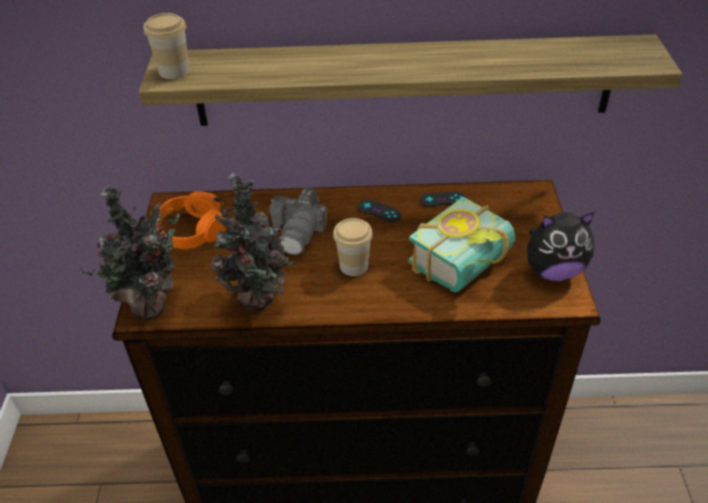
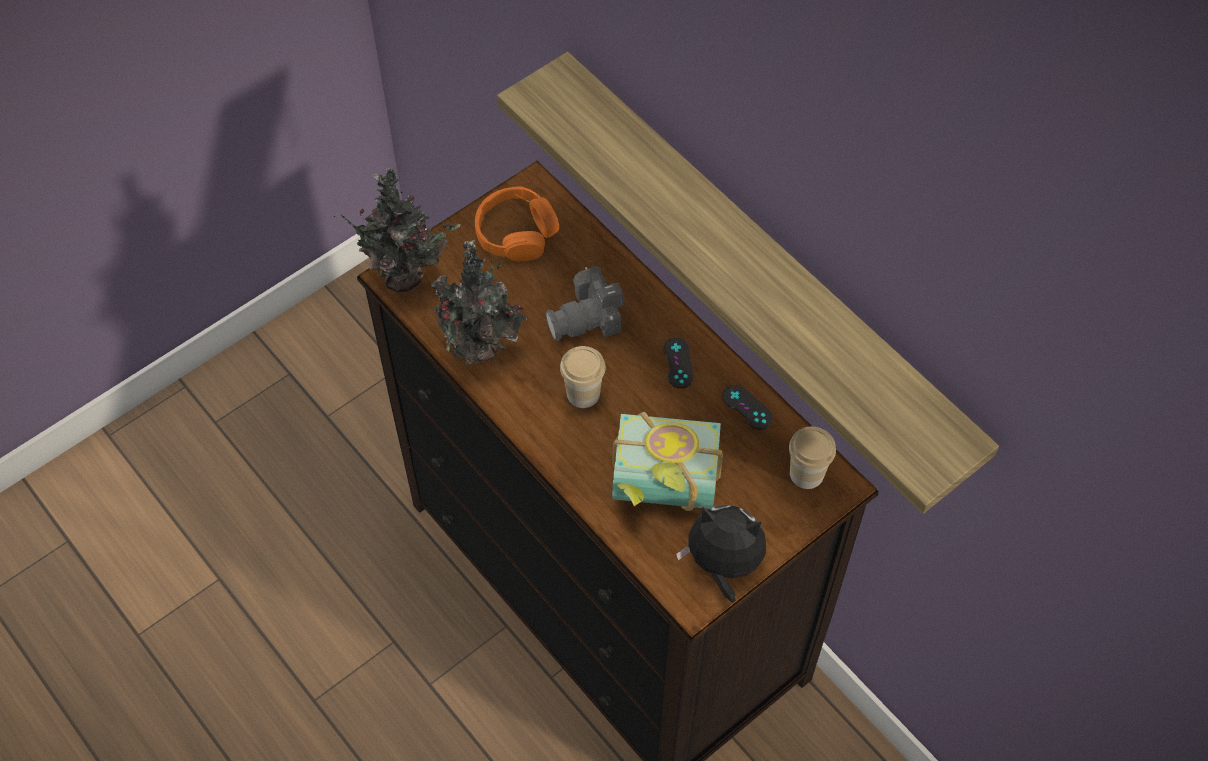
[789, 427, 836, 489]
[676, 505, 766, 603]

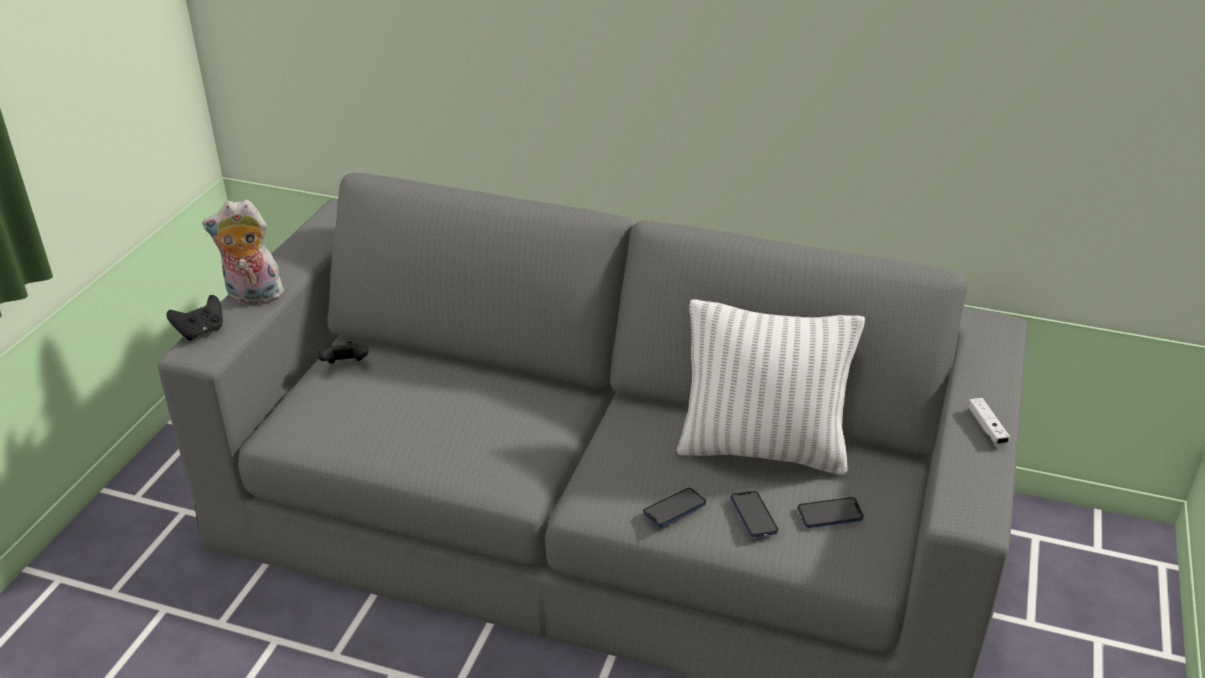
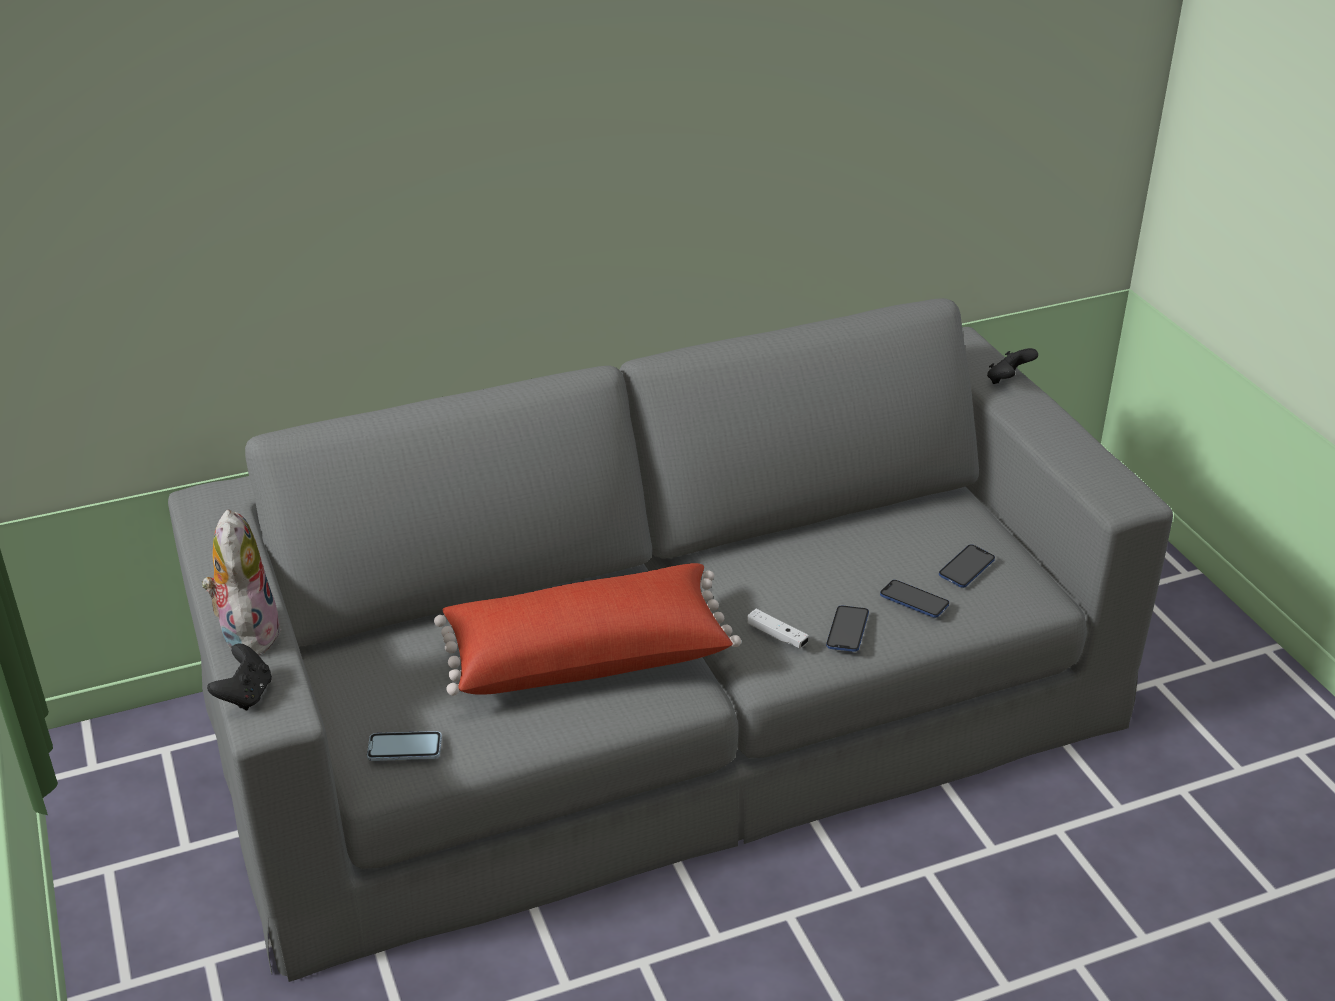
[677, 300, 865, 475] (first image)
[367, 731, 442, 761]
[434, 563, 741, 696]
[987, 348, 1038, 384]
[747, 609, 809, 648]
[202, 509, 281, 655]

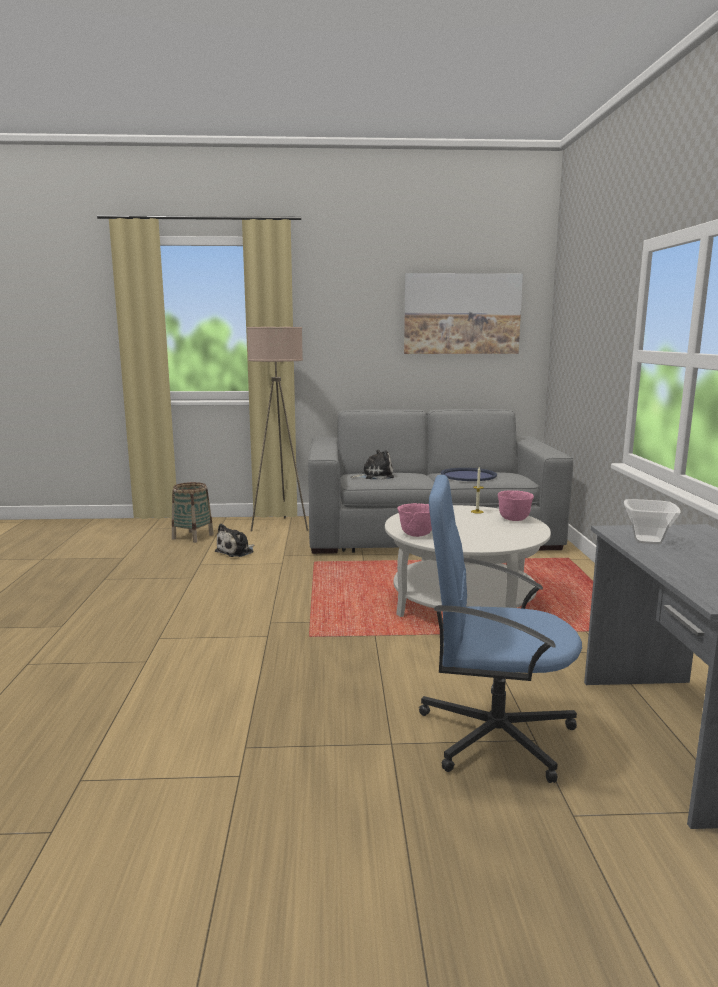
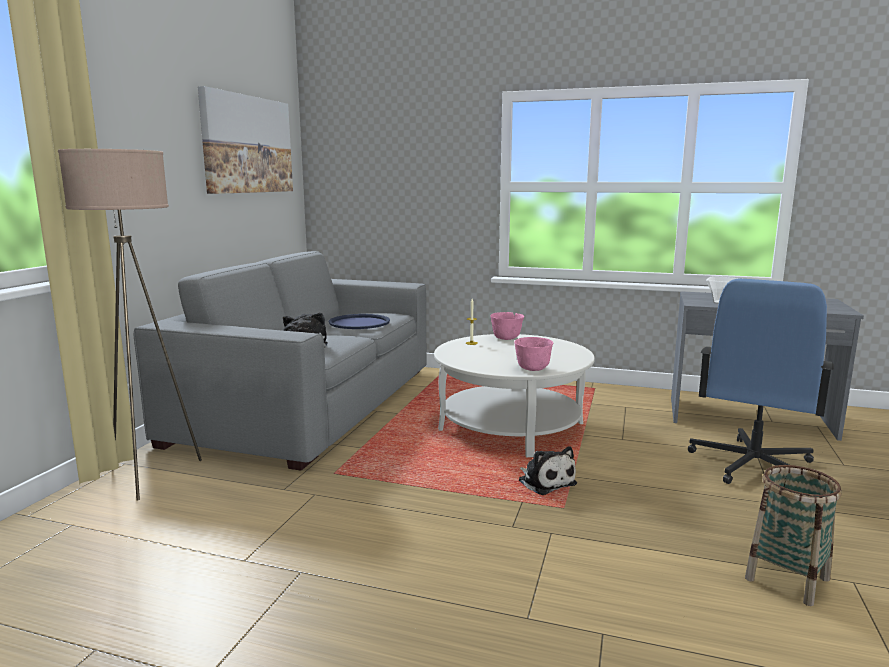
[745, 465, 842, 606]
[519, 446, 577, 495]

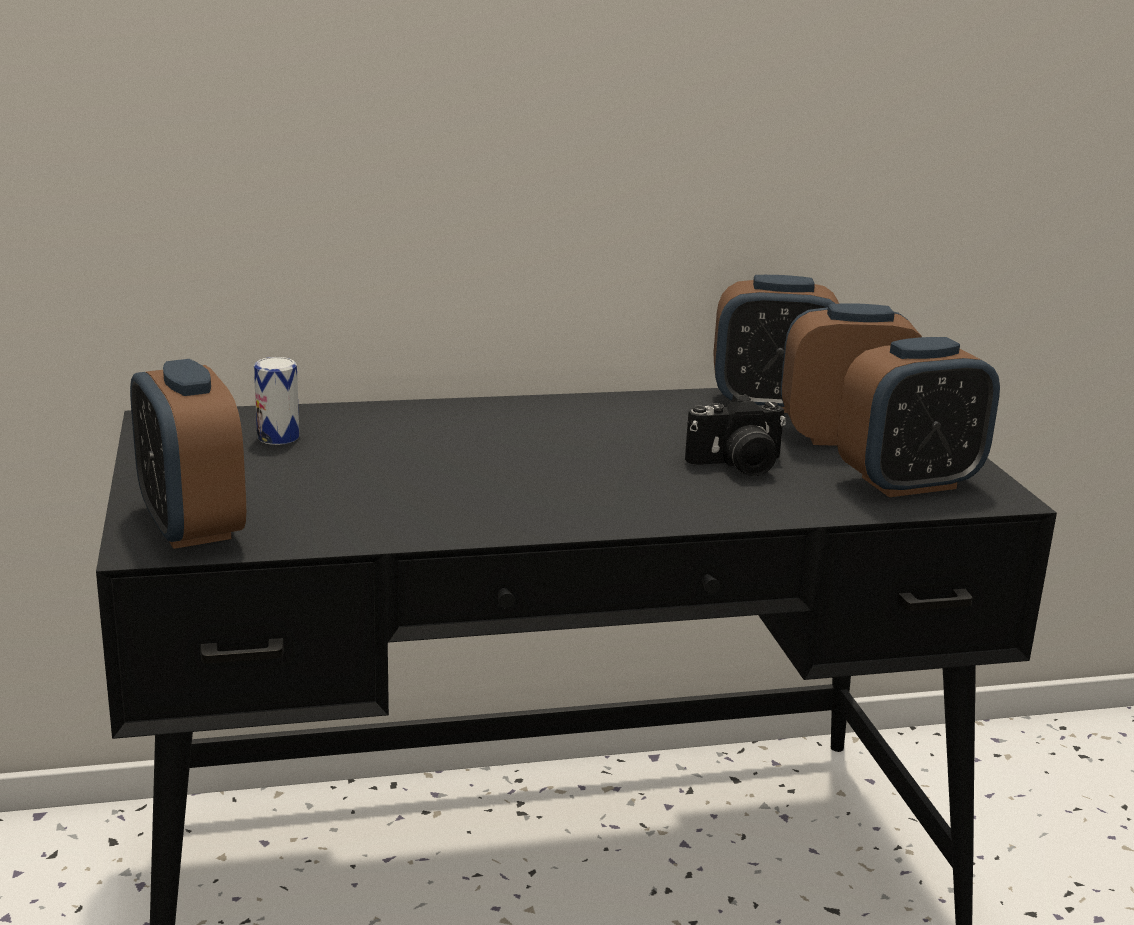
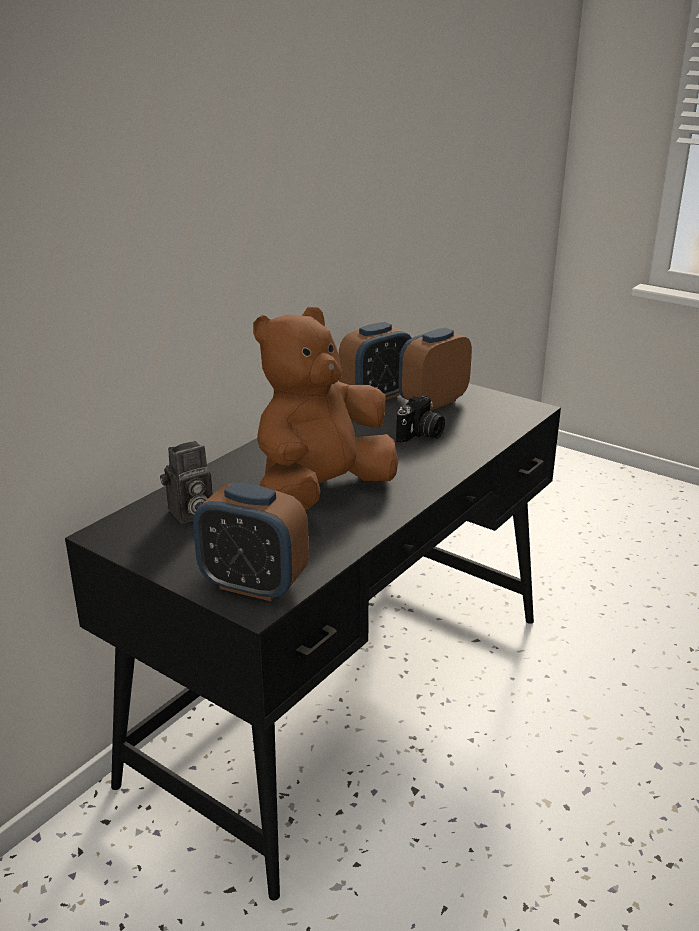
[837, 337, 1000, 497] (first image)
[253, 307, 399, 510]
[160, 441, 213, 524]

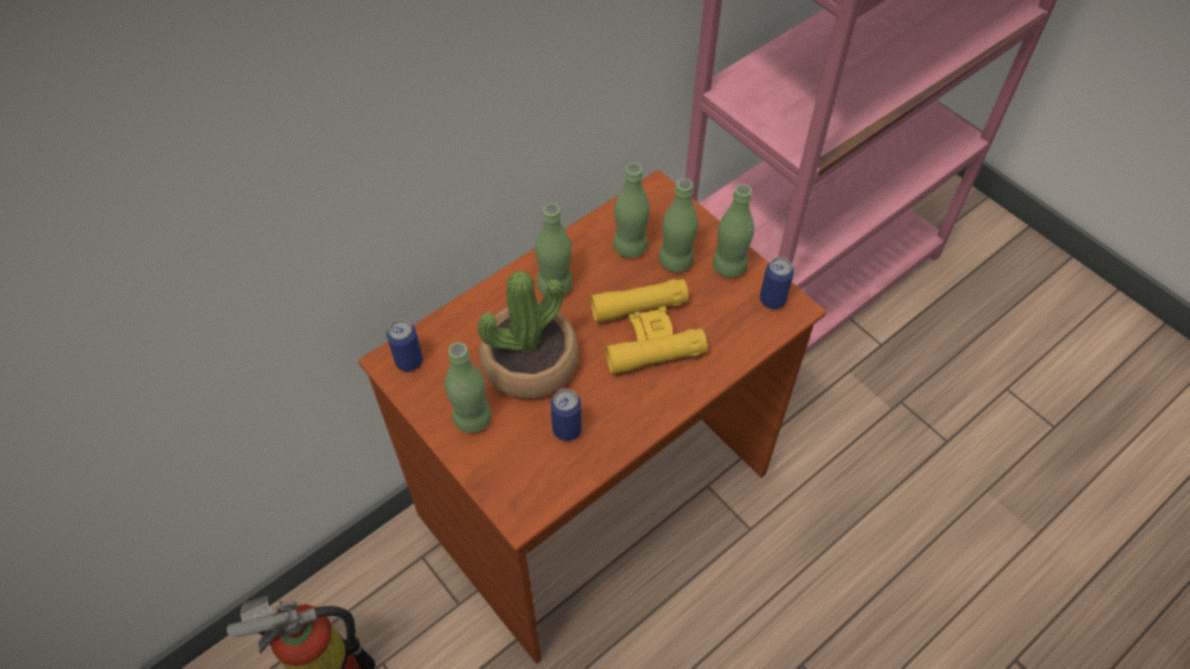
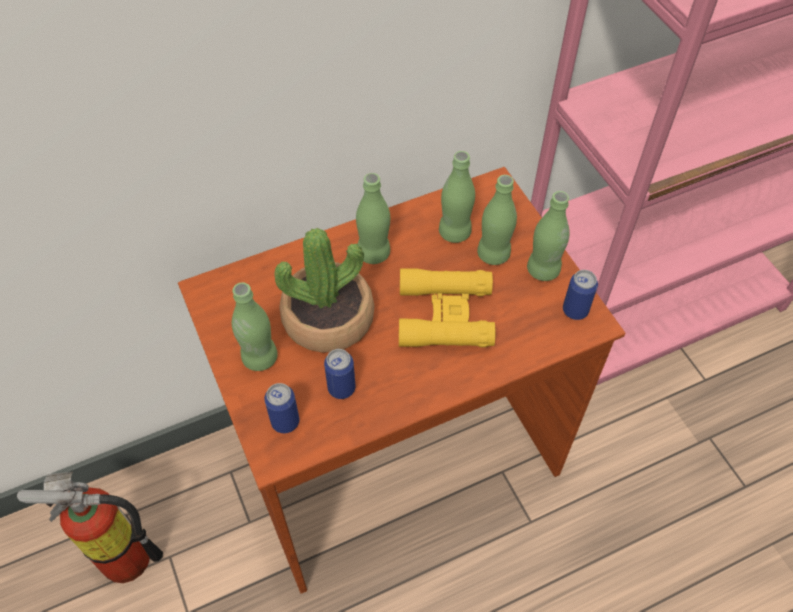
[264, 383, 299, 433]

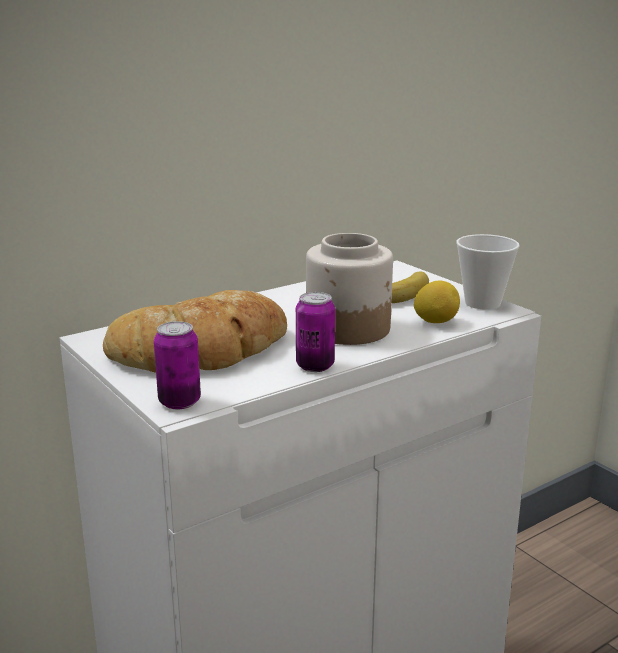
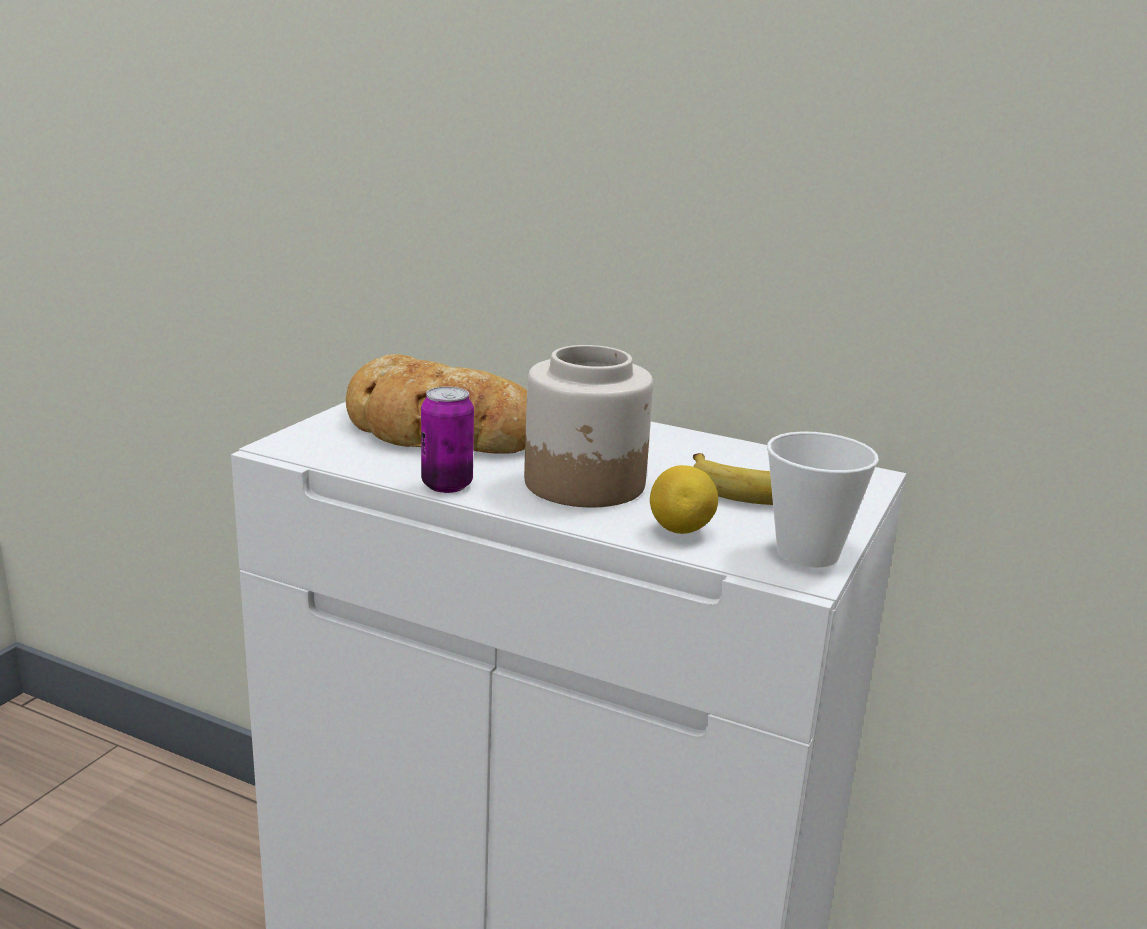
[154, 321, 201, 409] (first image)

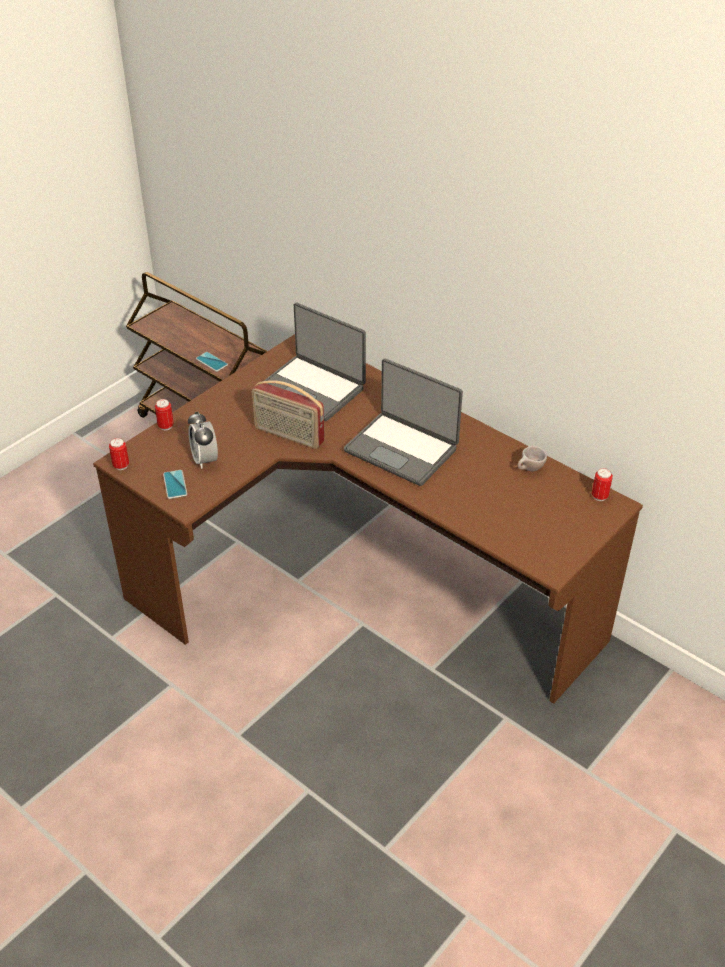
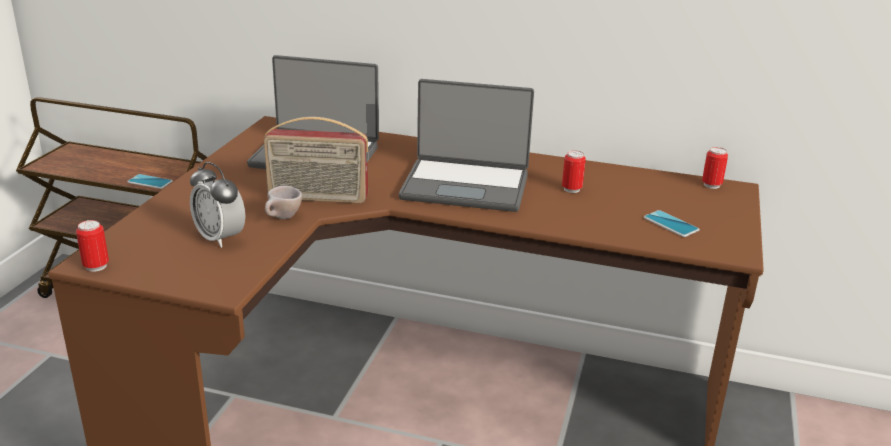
[562, 150, 586, 193]
[644, 210, 699, 237]
[265, 186, 302, 219]

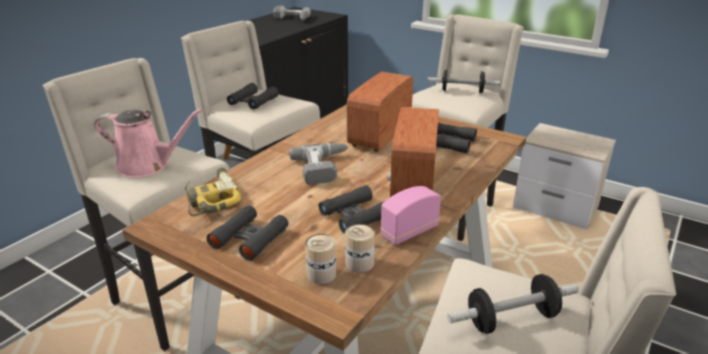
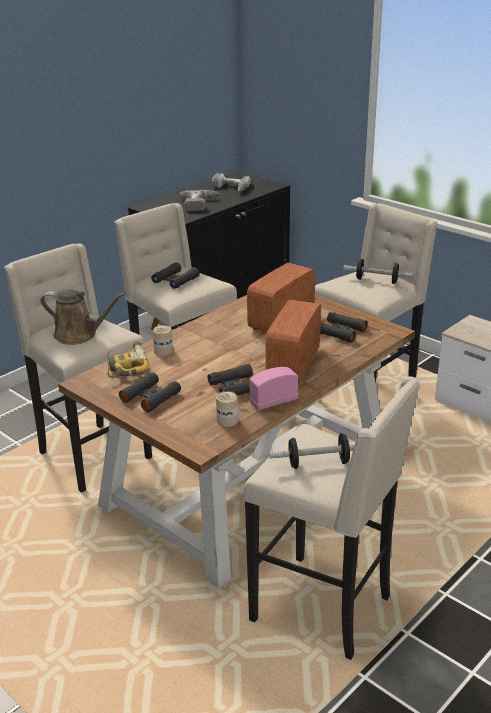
[180, 190, 220, 211]
[153, 325, 173, 356]
[40, 290, 125, 345]

